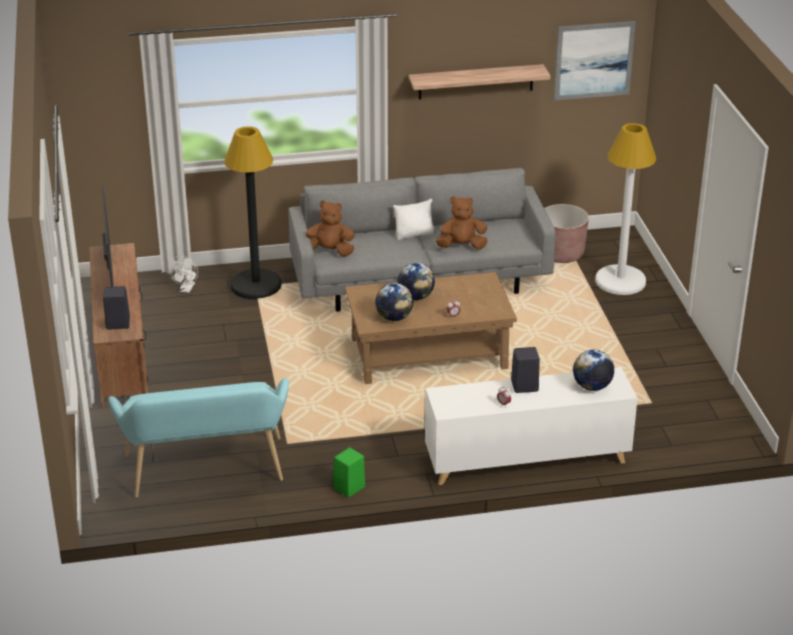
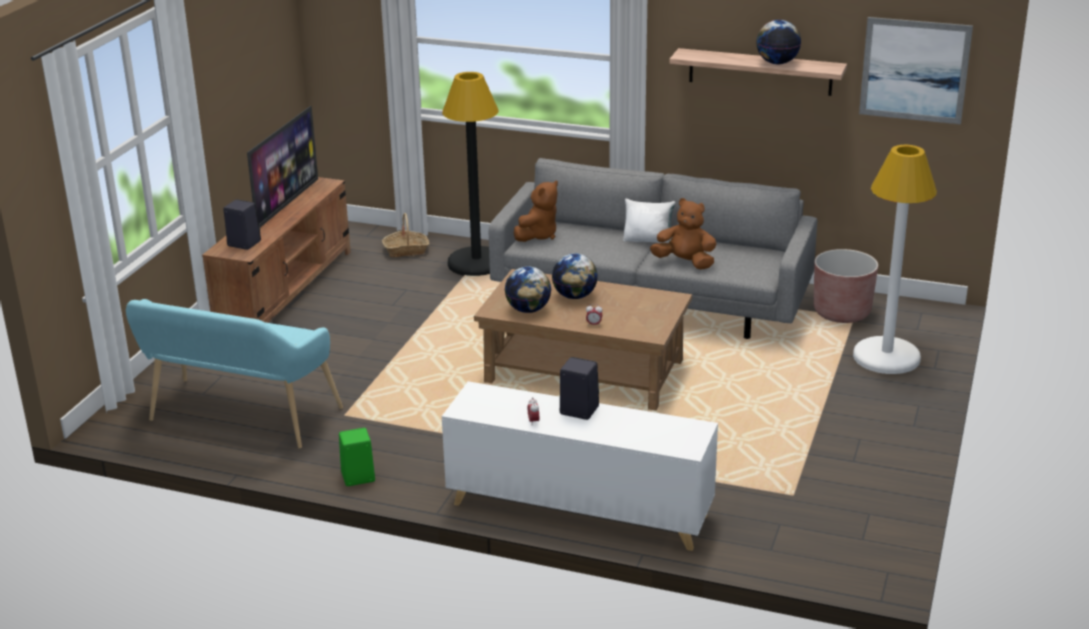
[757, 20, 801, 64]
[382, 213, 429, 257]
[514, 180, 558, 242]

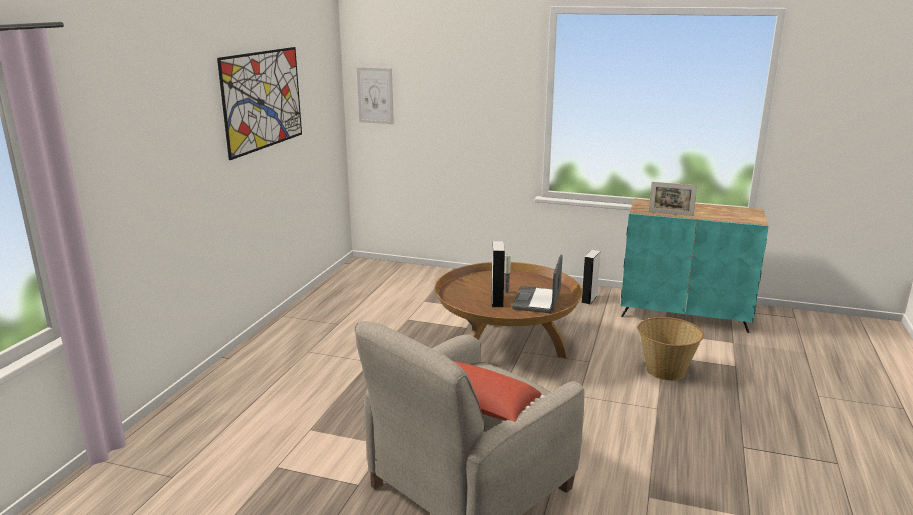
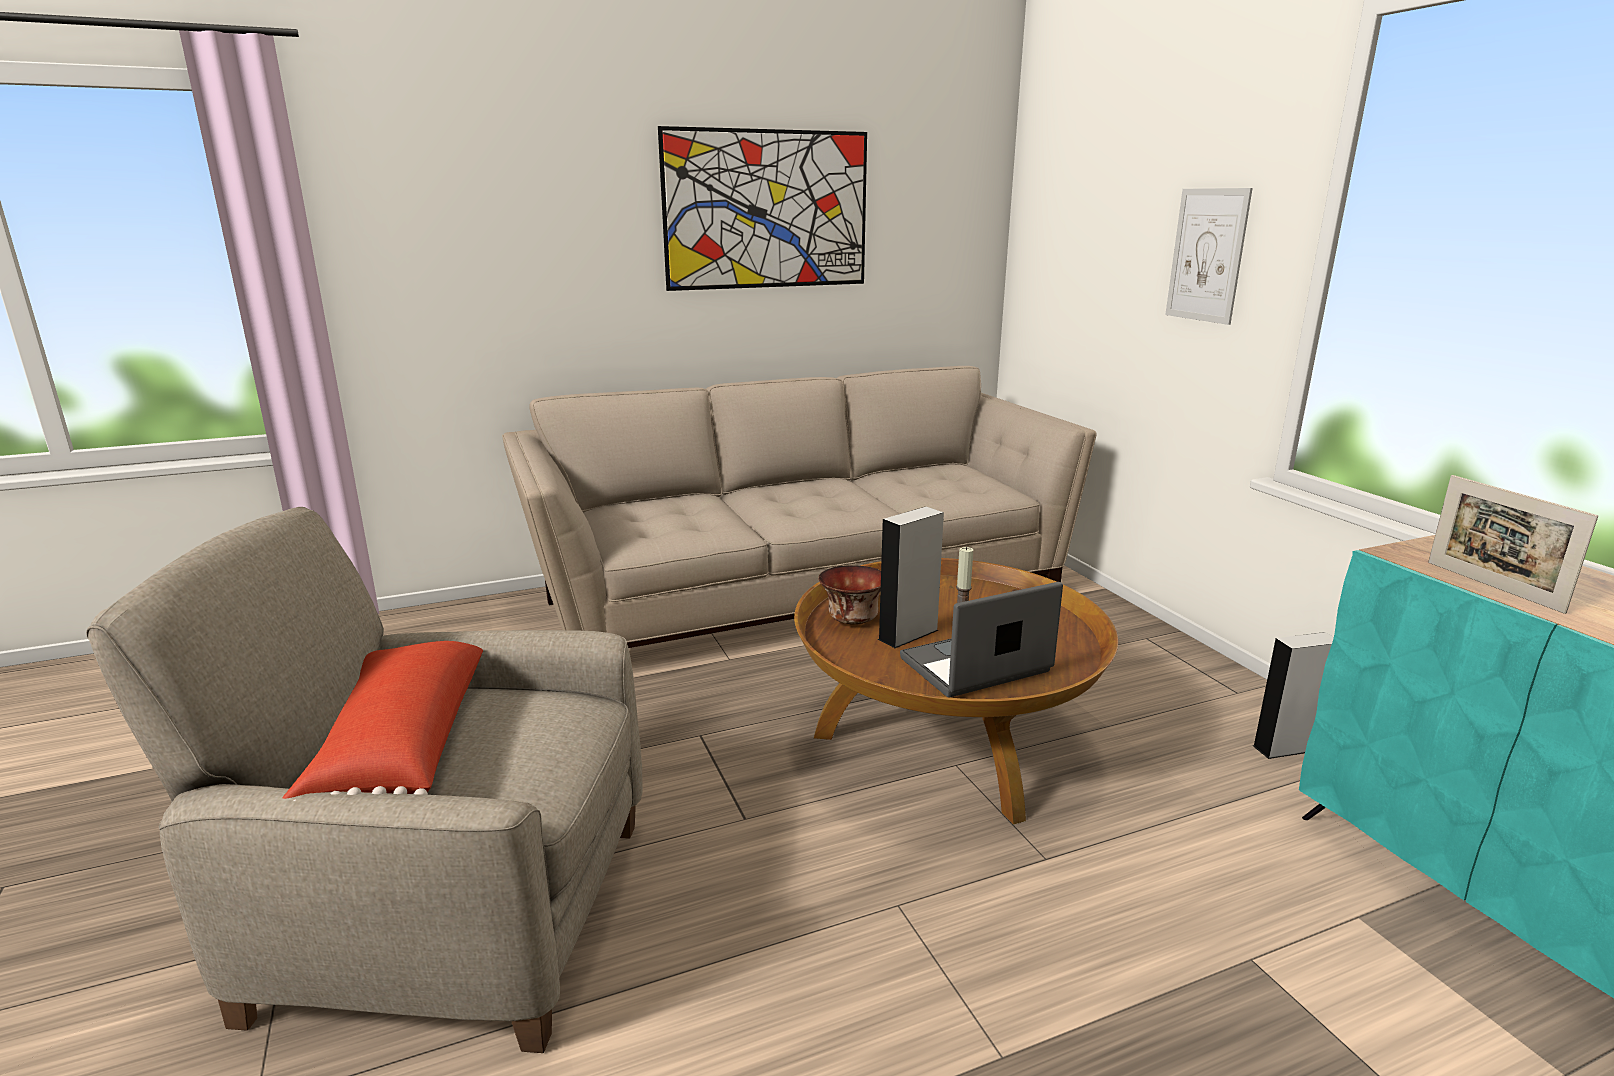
[637, 317, 704, 381] (first image)
[502, 366, 1097, 648]
[818, 565, 881, 625]
[1165, 188, 1253, 325]

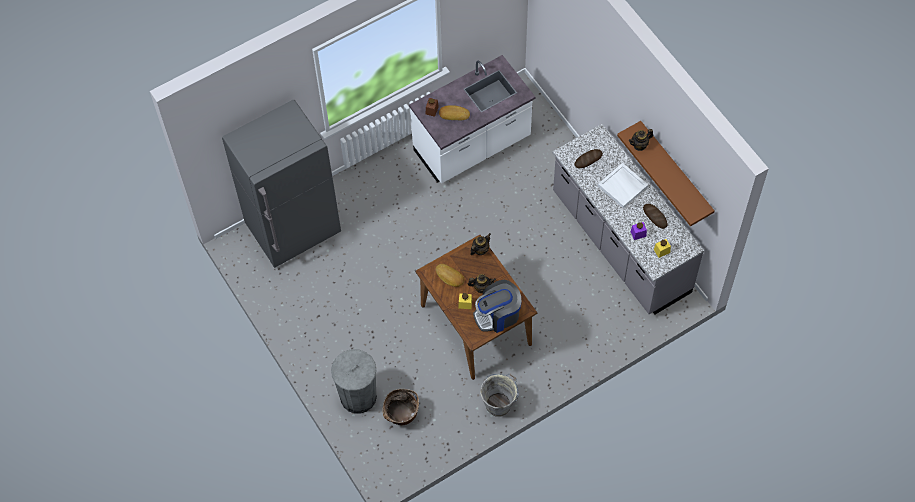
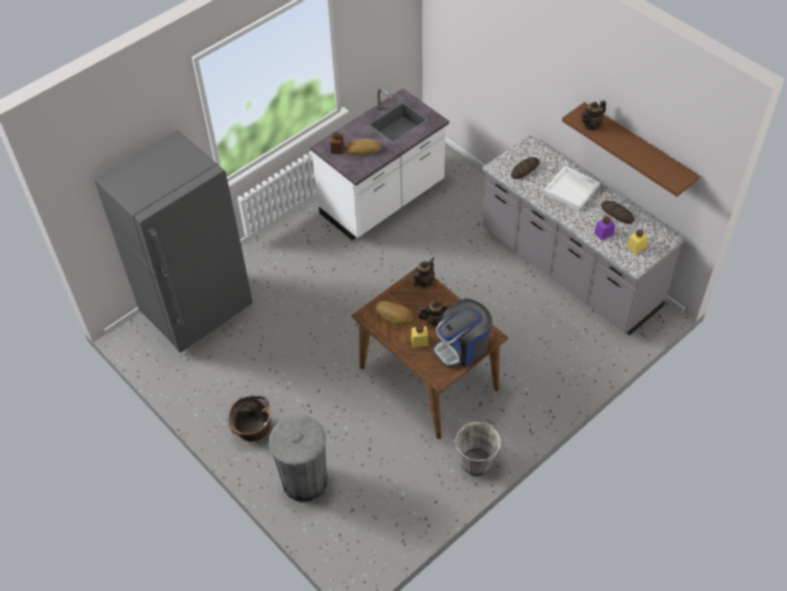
[228, 396, 271, 442]

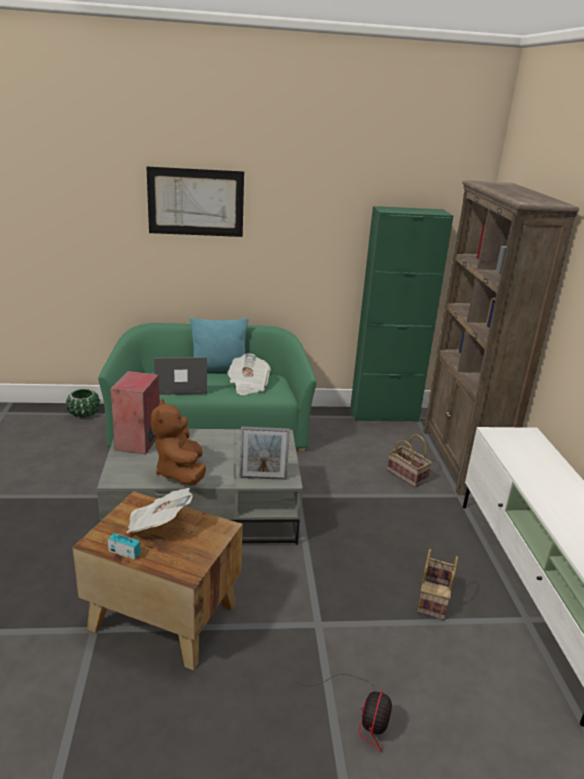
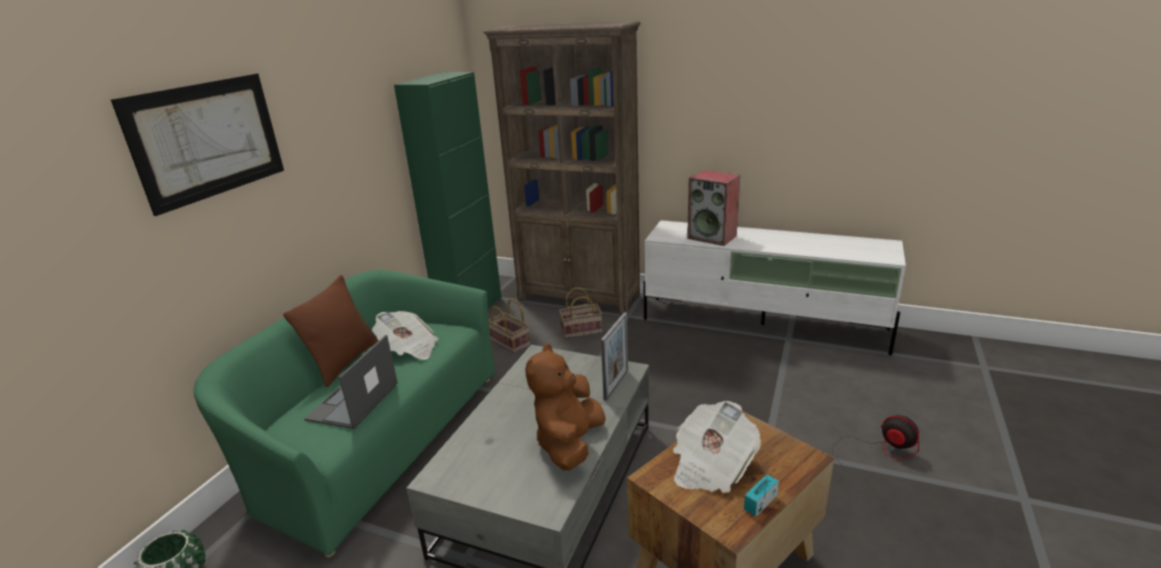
[687, 170, 740, 246]
[488, 299, 530, 354]
[283, 275, 378, 387]
[525, 343, 606, 470]

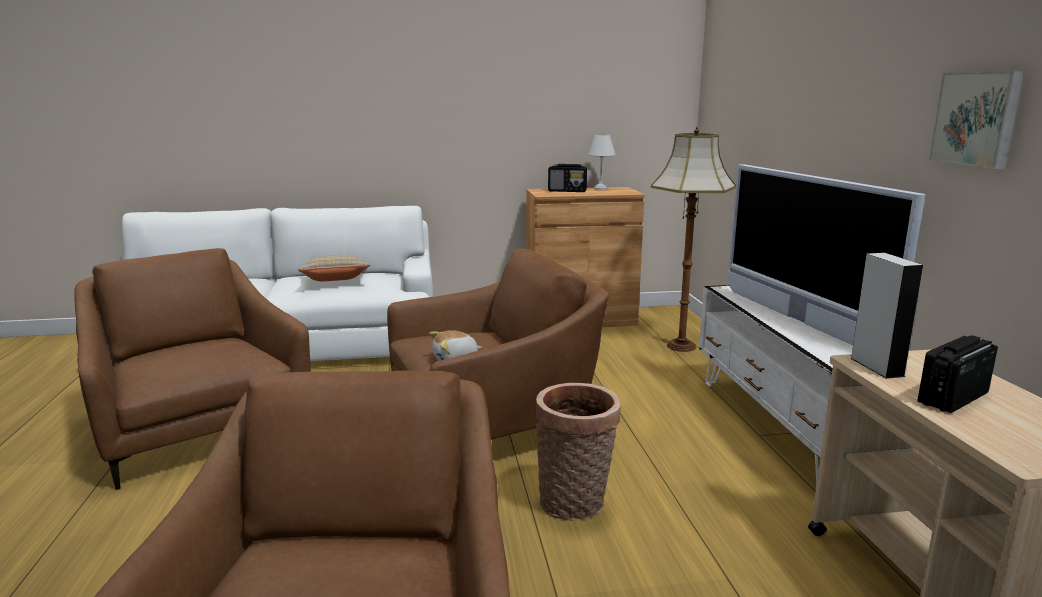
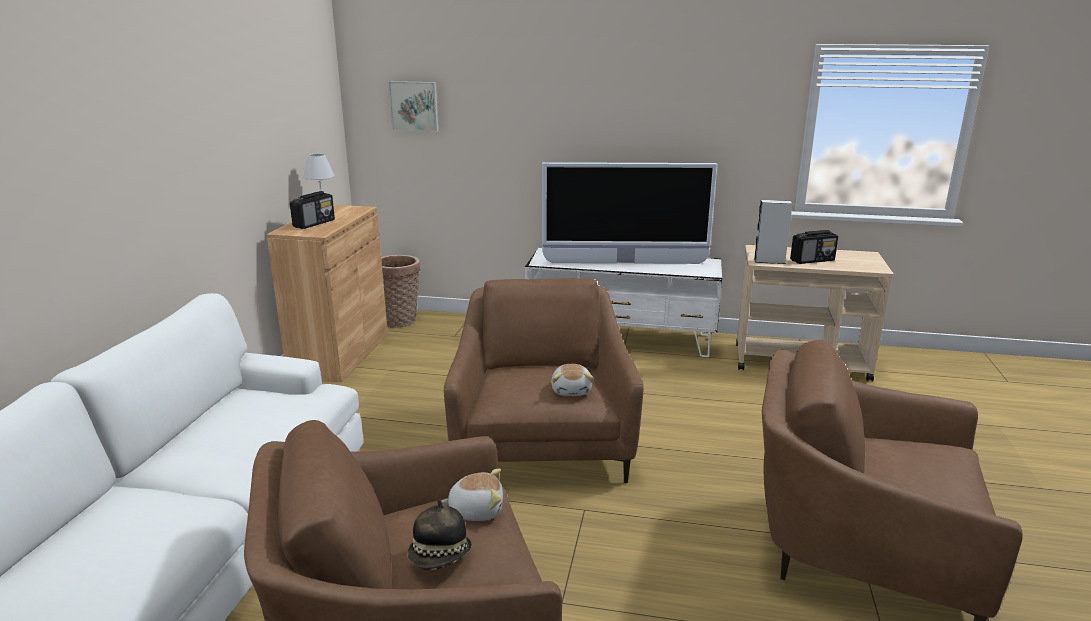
[298, 255, 370, 281] (first image)
[651, 127, 736, 352] (first image)
[407, 500, 472, 570]
[441, 469, 503, 521]
[381, 255, 420, 328]
[389, 81, 439, 131]
[790, 230, 838, 264]

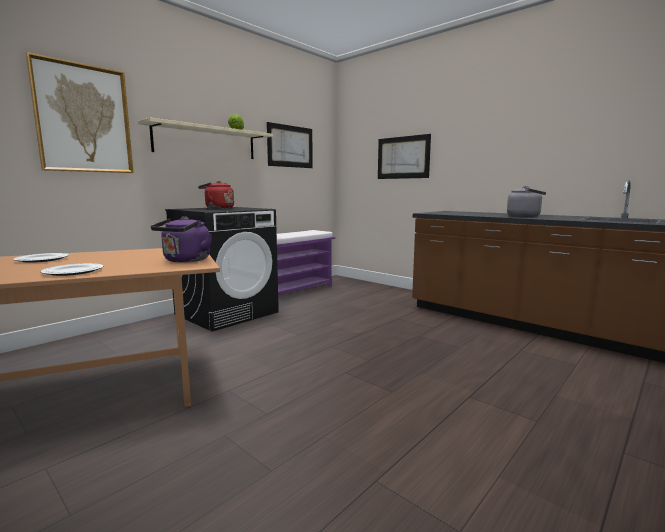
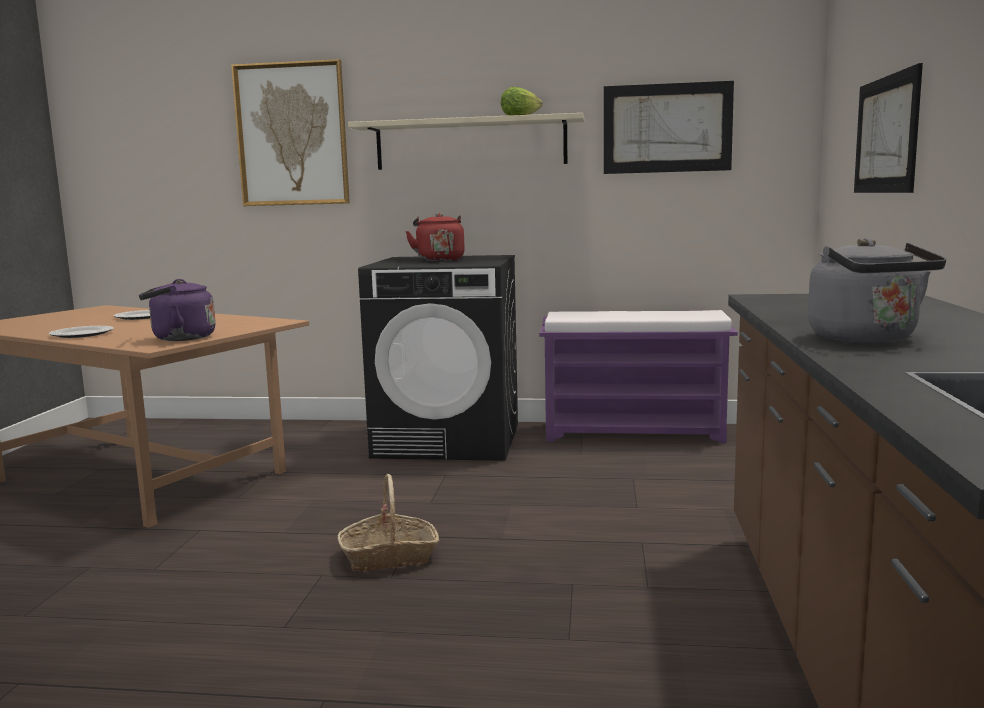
[338, 474, 440, 572]

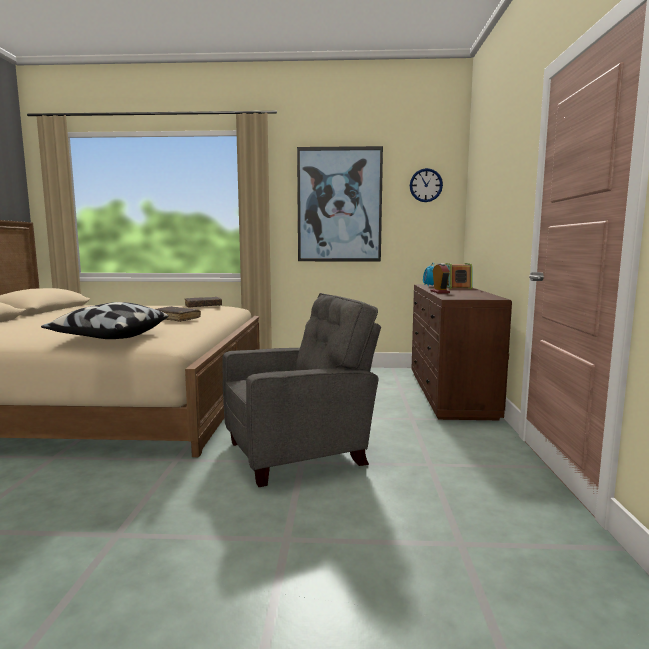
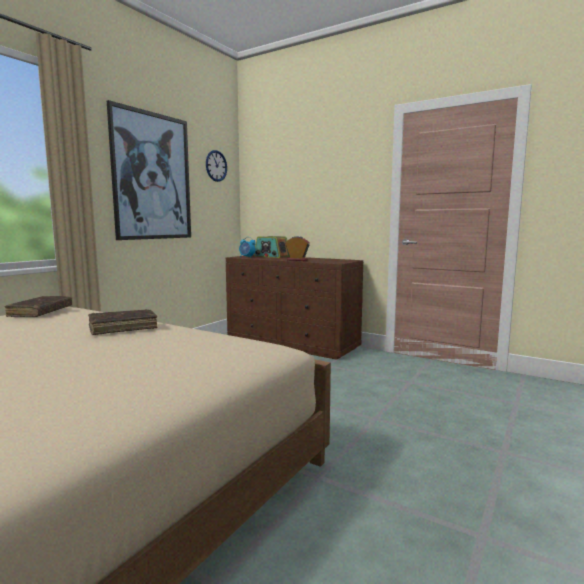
[41, 302, 168, 339] (first image)
[222, 293, 381, 487] (first image)

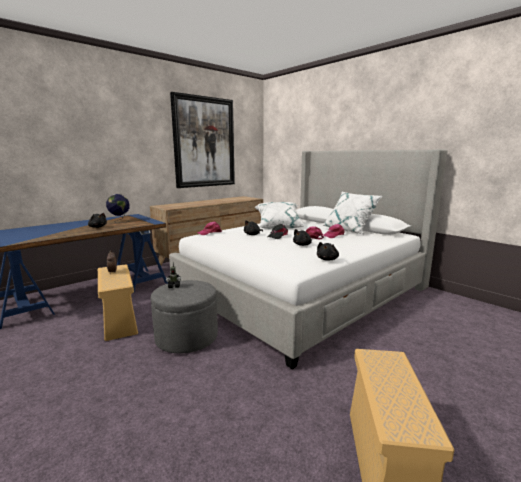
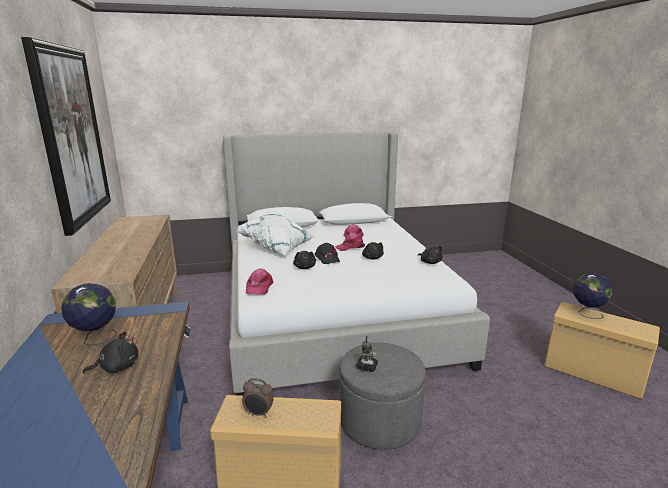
[322, 191, 382, 234] (first image)
[573, 273, 613, 319]

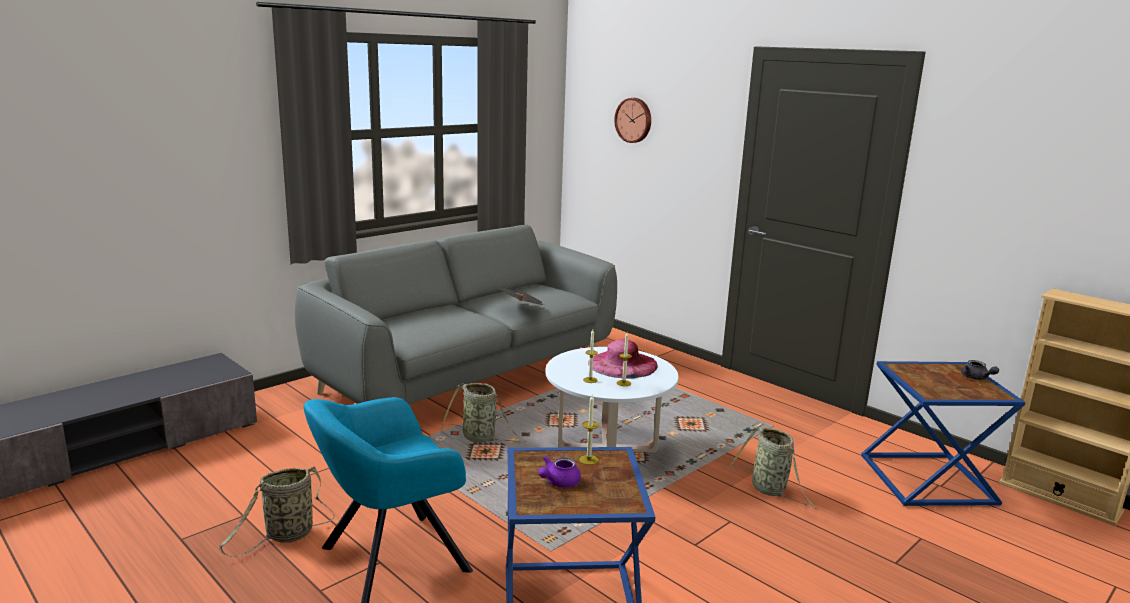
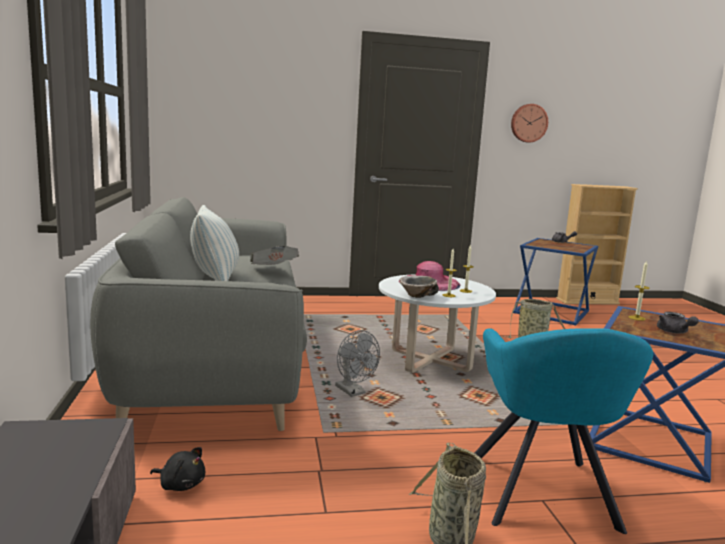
[150, 447, 205, 491]
[190, 205, 239, 281]
[400, 275, 439, 298]
[511, 104, 548, 142]
[335, 330, 380, 397]
[657, 312, 699, 333]

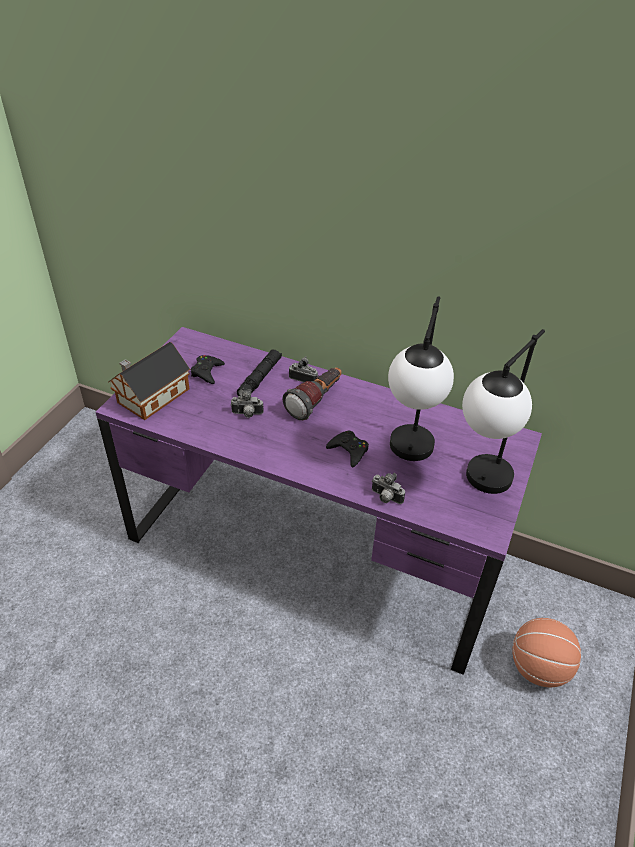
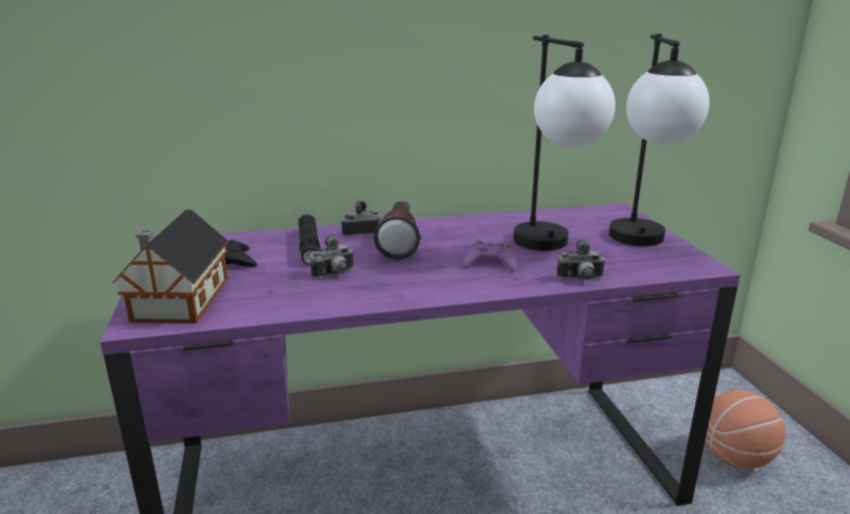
[463, 240, 517, 272]

